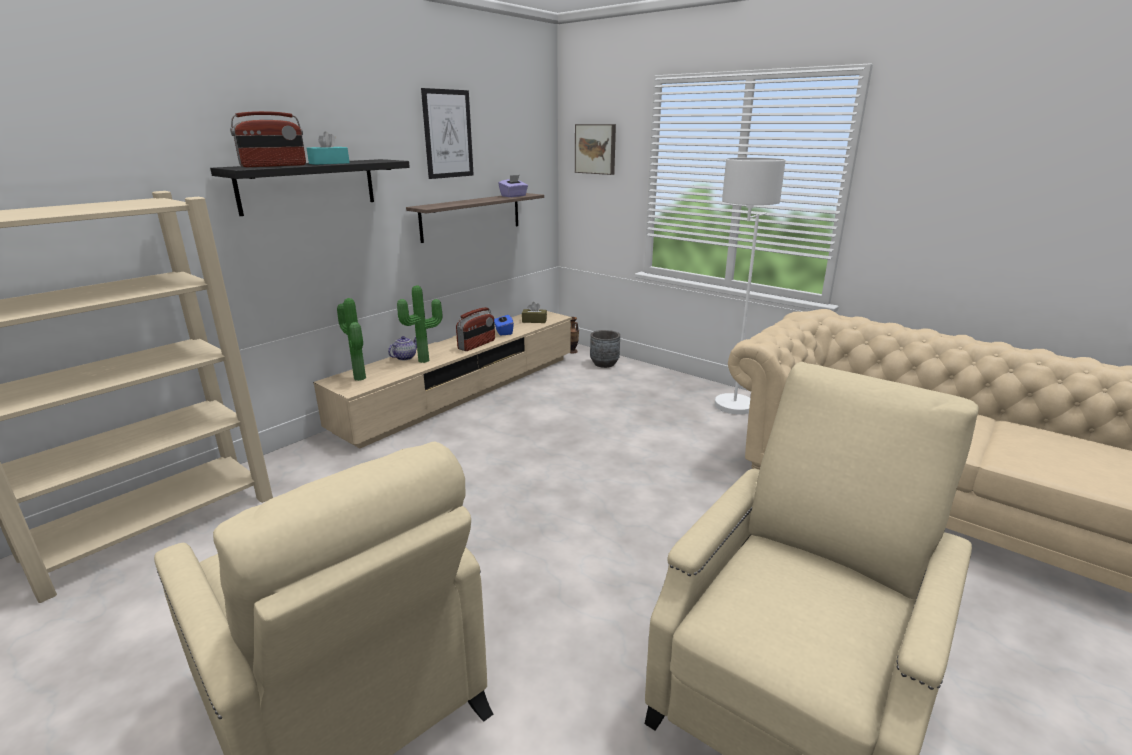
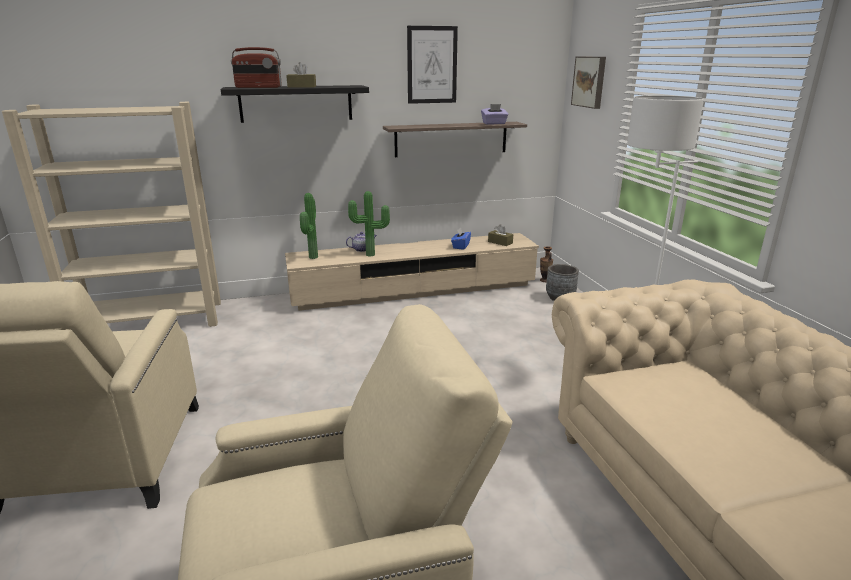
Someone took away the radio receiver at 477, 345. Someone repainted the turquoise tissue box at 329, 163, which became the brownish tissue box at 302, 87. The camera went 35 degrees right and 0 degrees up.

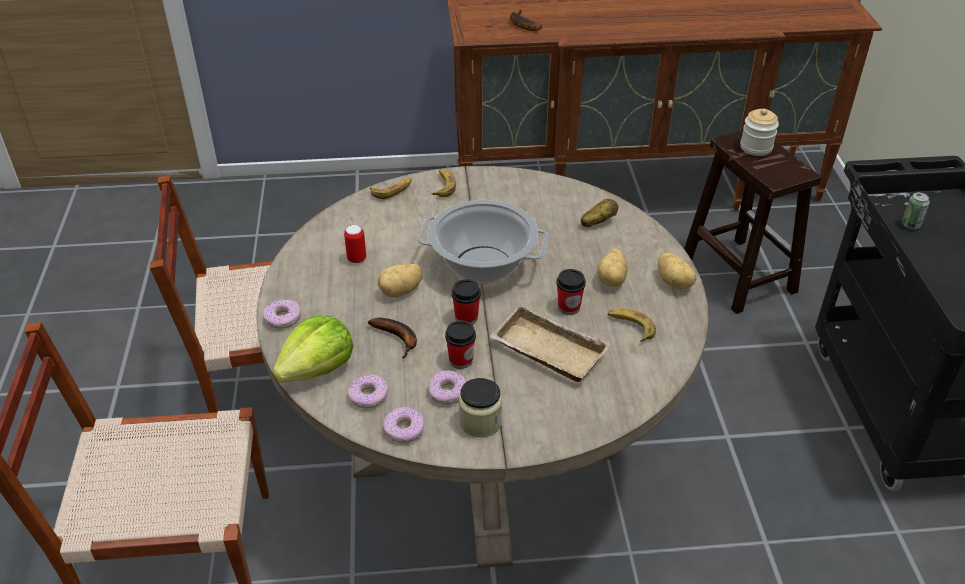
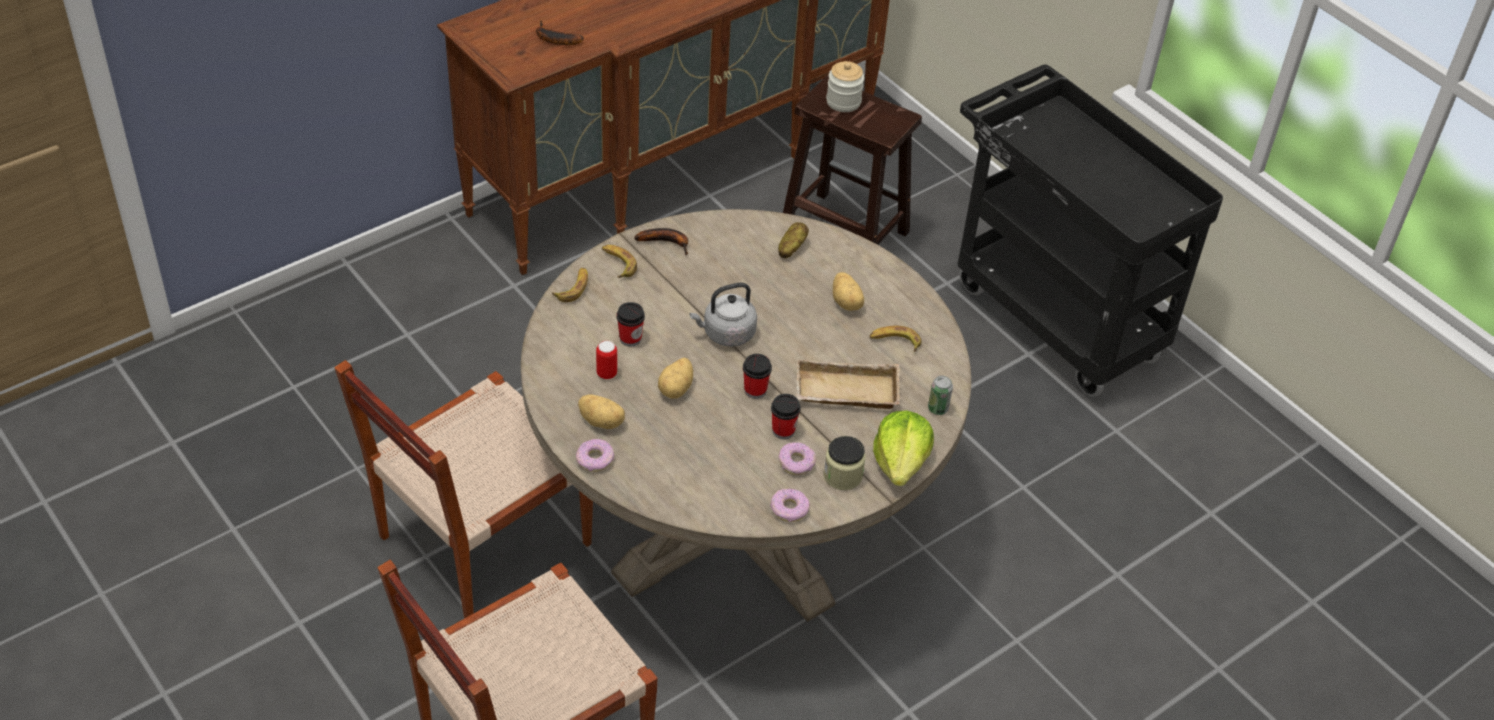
Someone took away the donut at 369, 396. Someone carried the lettuce head from 318, 368 to 901, 462. Someone carried the banana fruit from 398, 338 to 666, 242. Someone carried the cup from 569, 307 to 630, 338. Someone carried the potato from 674, 282 to 602, 421. Someone carried the sealed can from 910, 225 to 938, 408. Someone swapped the cooking pot at 482, 265 for the grey kettle at 726, 334. The camera went 35 degrees left and 5 degrees up.

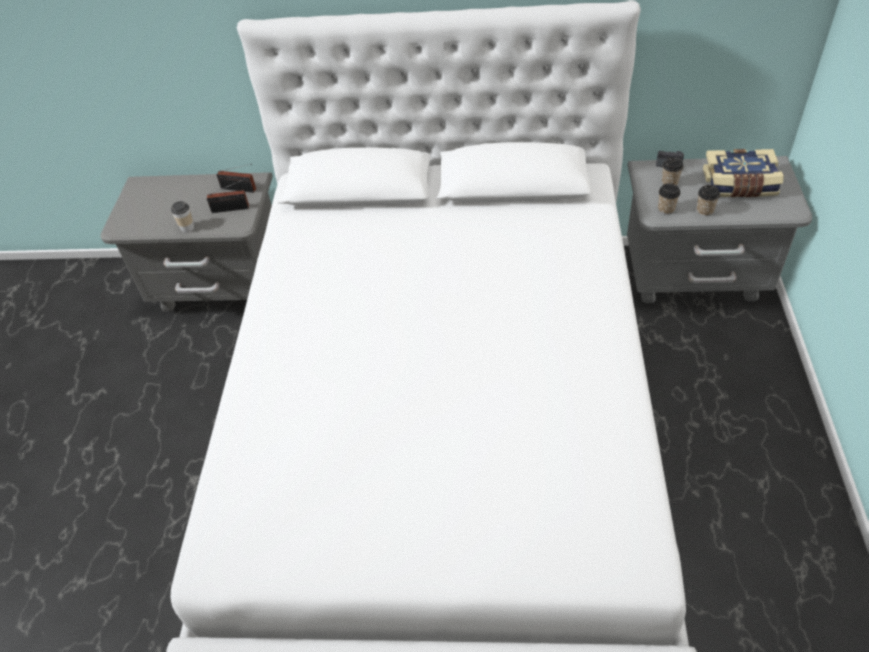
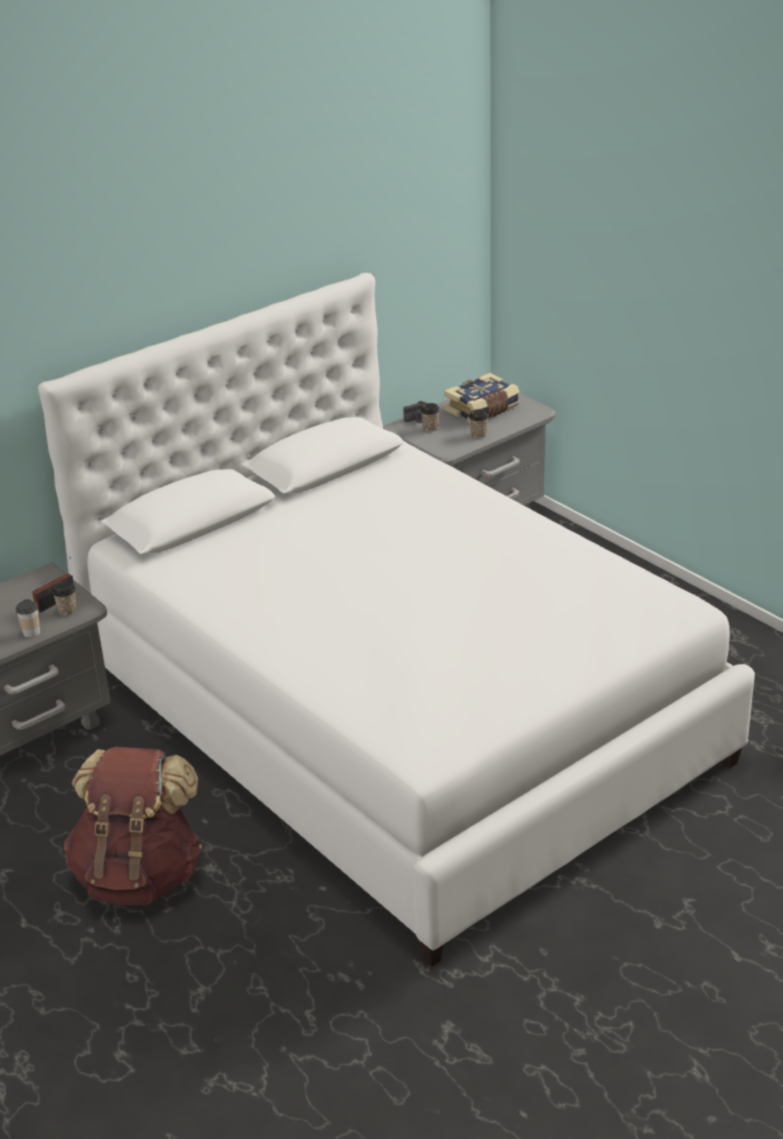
Someone took away the radio receiver at 240, 189. Someone put down the brownish backpack at 140, 875. Someone carried the cup from 666, 209 to 67, 611. The camera went 45 degrees left and 15 degrees down.

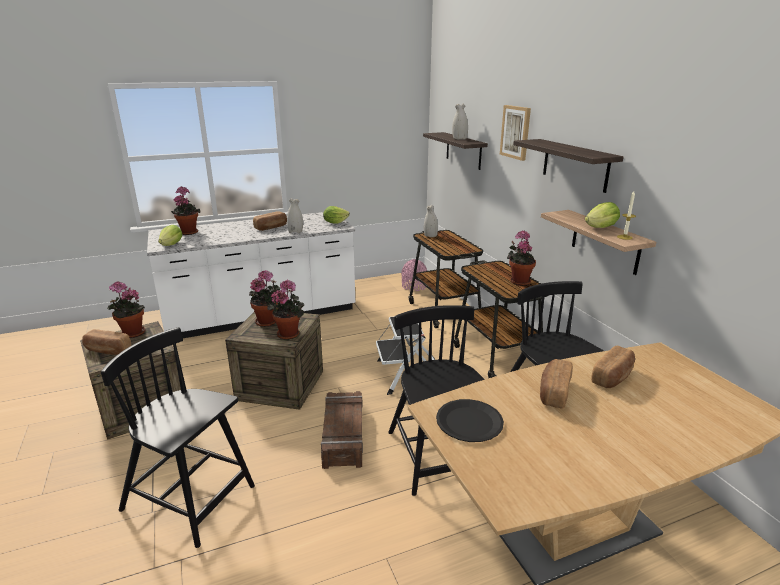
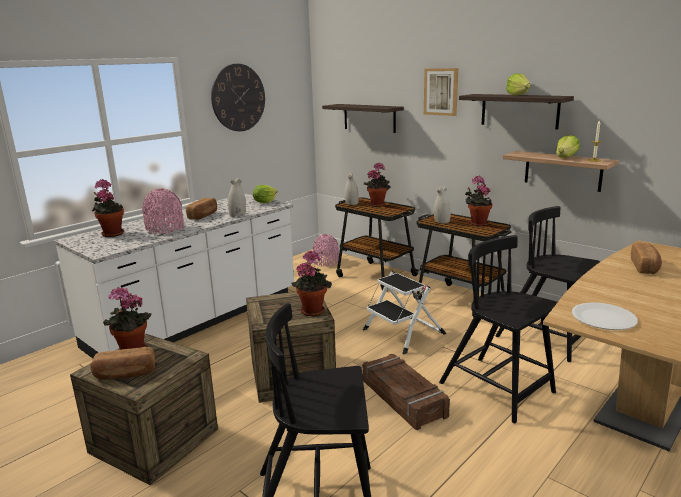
Someone took away the bread at 553, 392. Someone put down the pink decorative vase at 165, 229. Someone put up the wall clock at 238, 98. Someone carried the lettuce head from 172, 245 to 517, 95. Someone carried the houseplant from 268, 321 to 378, 204. Someone carried the white-coloured decorative vase from 459, 138 to 441, 222. Someone repainted the black-coloured plate at 469, 422, which became the white-coloured plate at 603, 318. The camera went 25 degrees left and 5 degrees down.

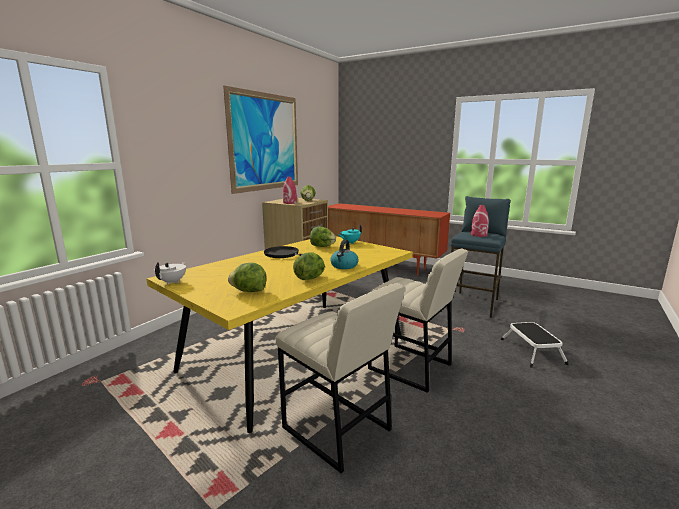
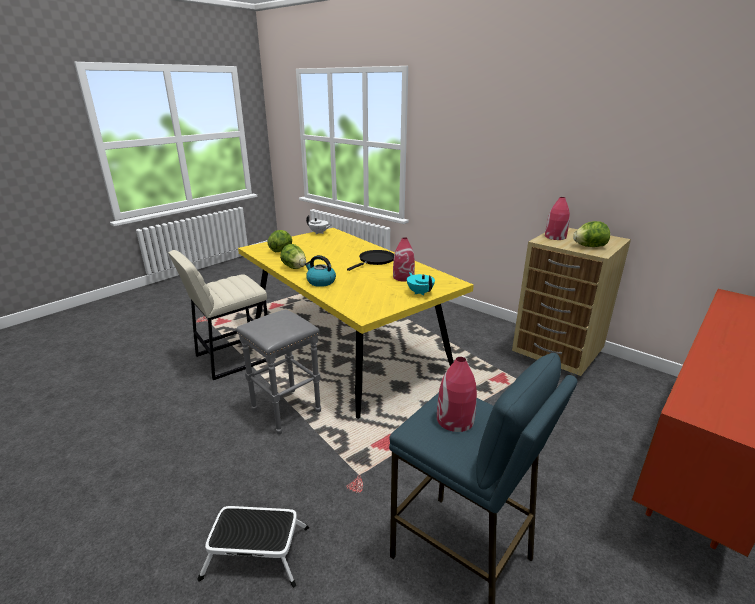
Someone took away the wall picture at 265, 142. Someone swapped the lettuce head at 322, 246 for the reddish decorative vase at 403, 277. Someone swapped the sand-coloured plain chair at 412, 367 for the grey stool seat at 284, 410. The camera went 100 degrees right and 10 degrees up.

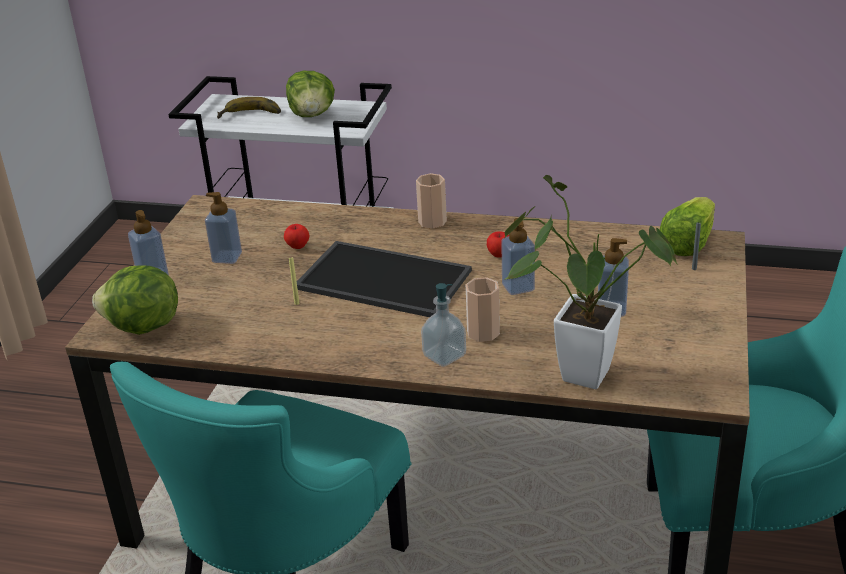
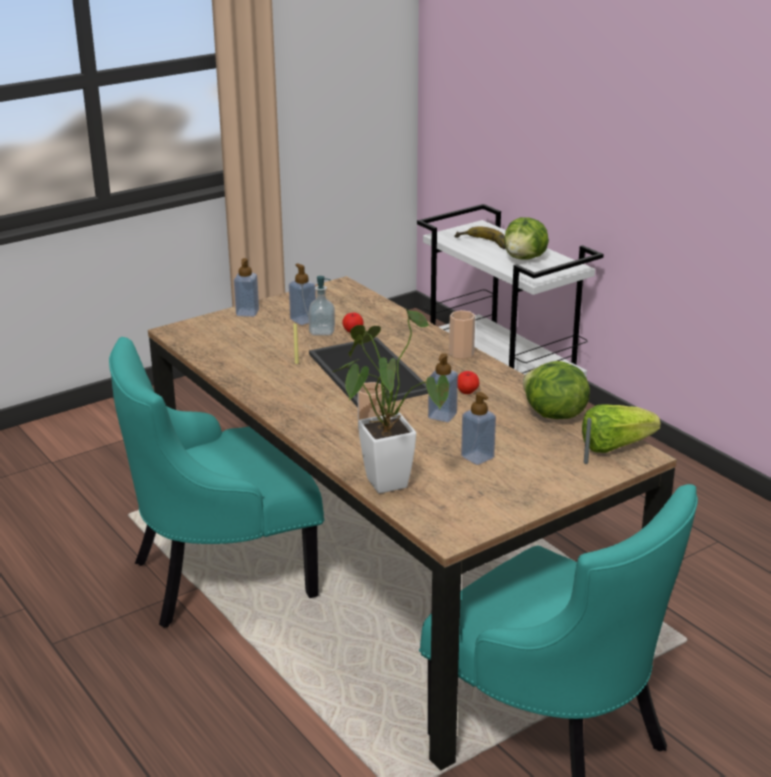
Someone carried the lettuce head from 143, 327 to 553, 415. Someone carried the soap dispenser from 444, 356 to 322, 331. The camera went 40 degrees right and 5 degrees down.

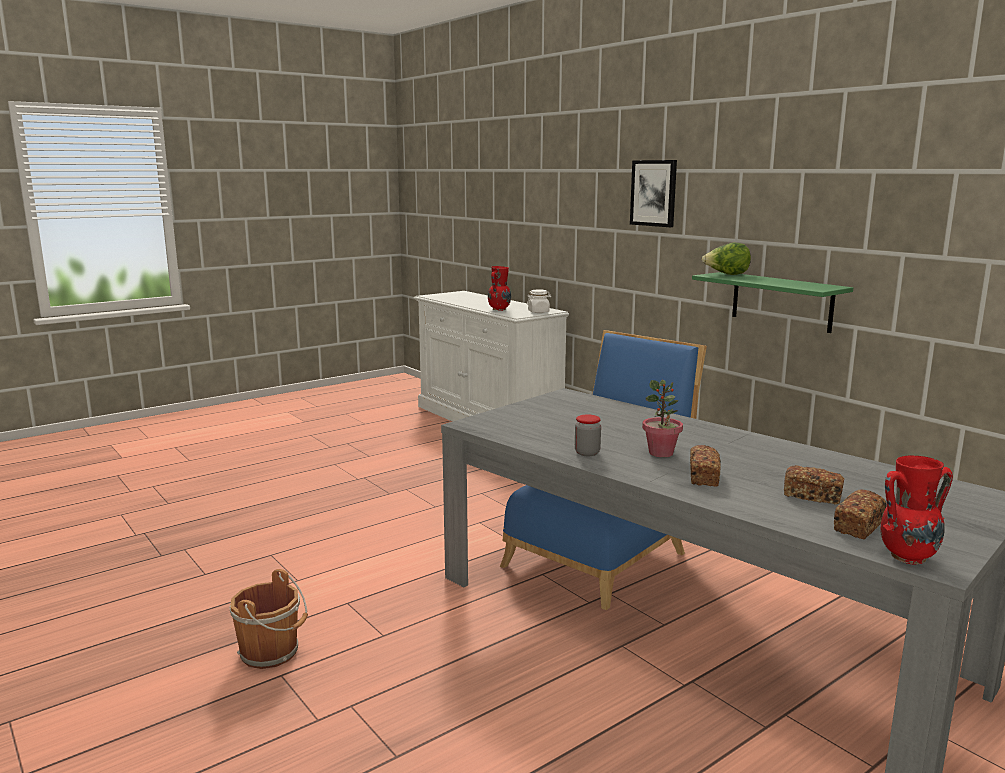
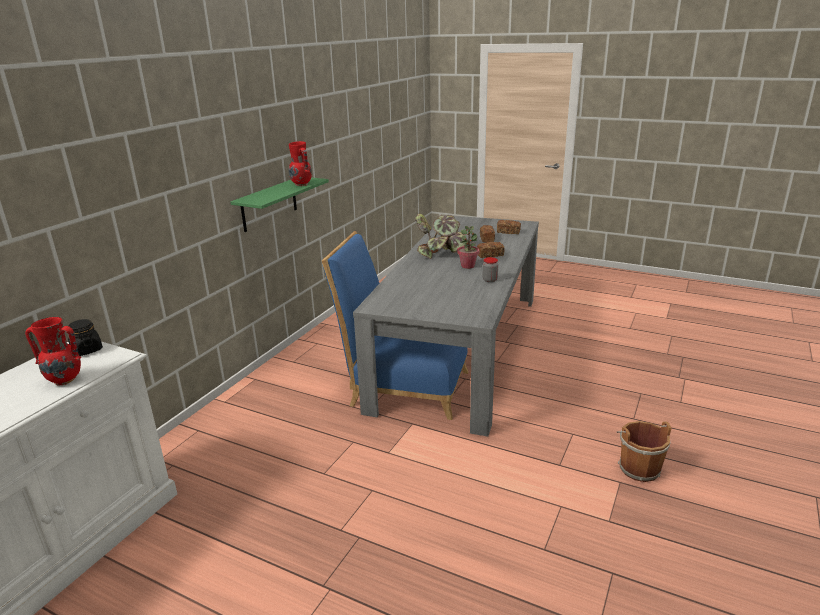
Someone took away the wall picture at 654, 193. Someone took away the lettuce head at 726, 275. Someone put down the houseplant at 439, 253. Someone carried the reddish decorative vase from 906, 557 to 301, 185. Someone repainted the white-coloured storage jar at 538, 312, which became the black-coloured storage jar at 87, 350. The camera went 115 degrees left and 10 degrees up.

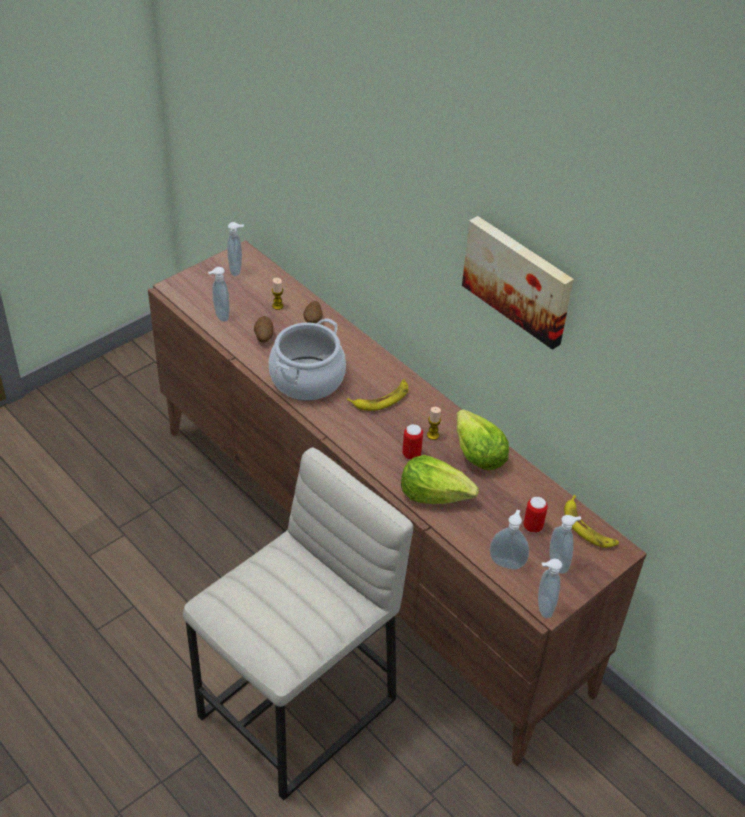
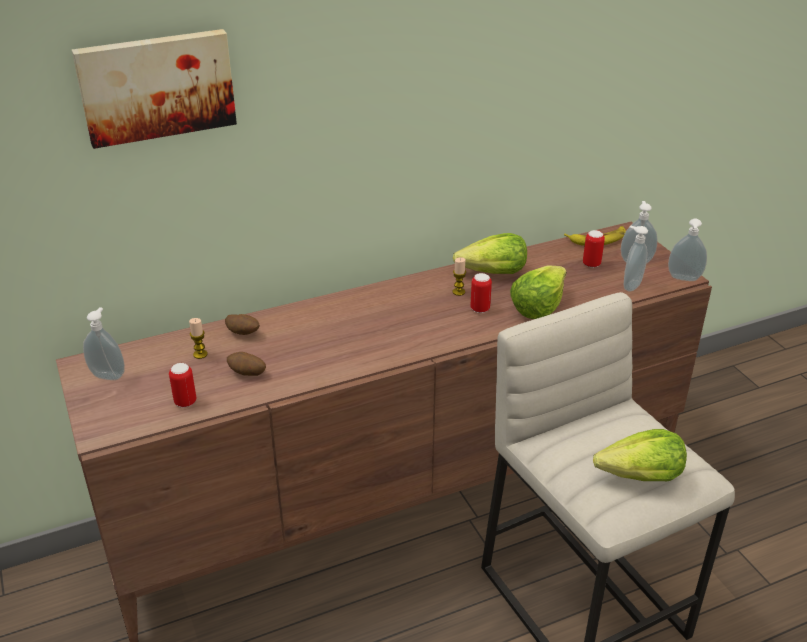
Someone took away the cooking pot at 307, 379. Someone took away the banana fruit at 381, 398. Someone put down the lettuce head at 641, 477. Someone carried the wall picture from 519, 279 to 156, 86. Someone swapped the soap dispenser at 220, 315 for the sealed can at 185, 402. The camera went 70 degrees left and 10 degrees down.

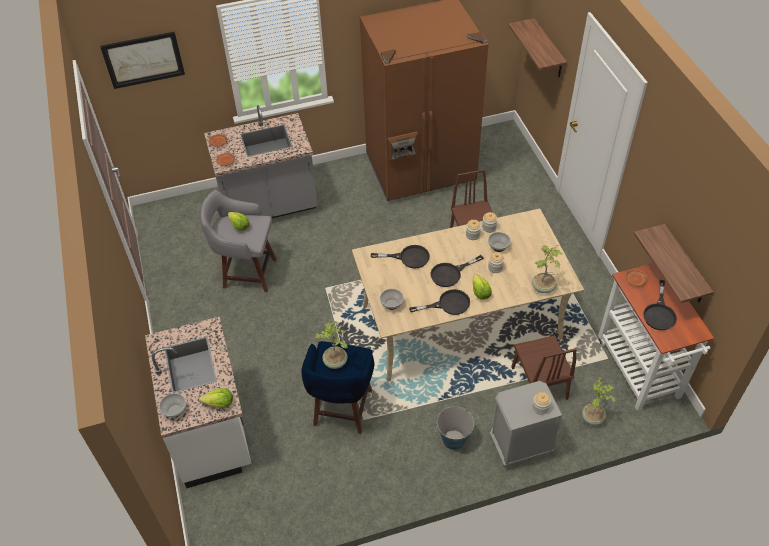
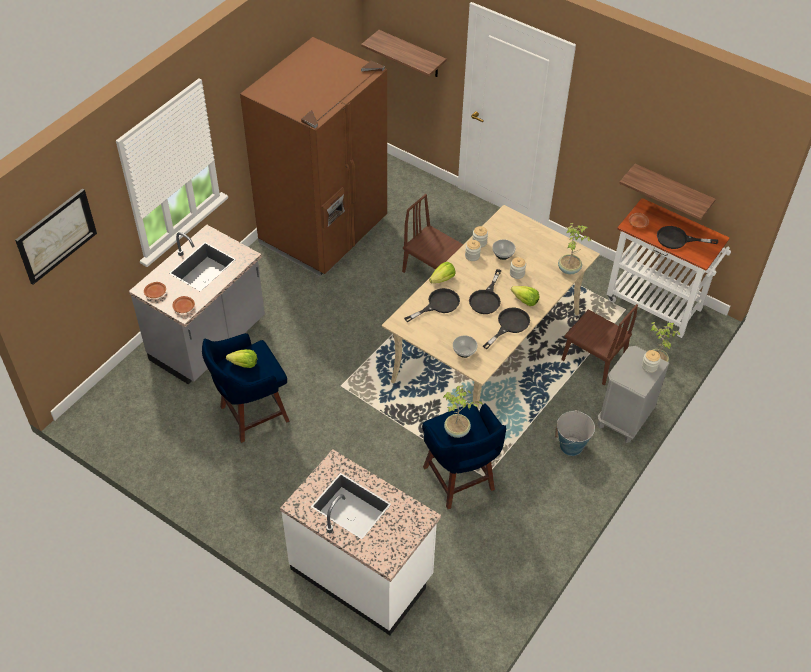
Someone took away the bowl at 175, 411. Someone carried the lettuce head from 219, 404 to 442, 279. Someone repainted the grey stool seat at 247, 273, which became the bluish stool seat at 251, 415. Someone rotated the black-coloured pan at 659, 313 by 120 degrees clockwise. The camera went 40 degrees left and 0 degrees up.

